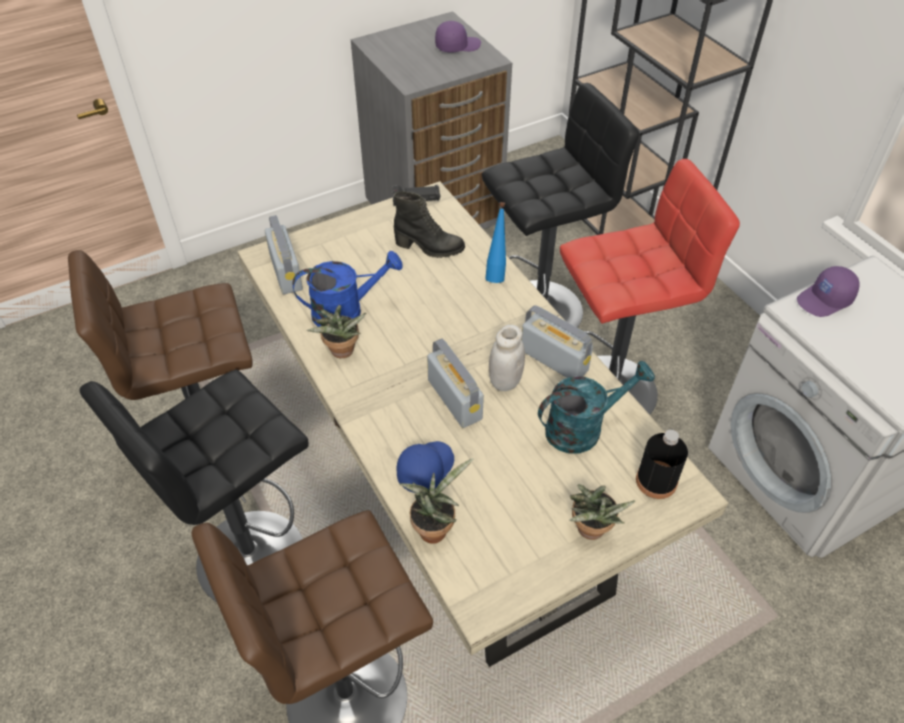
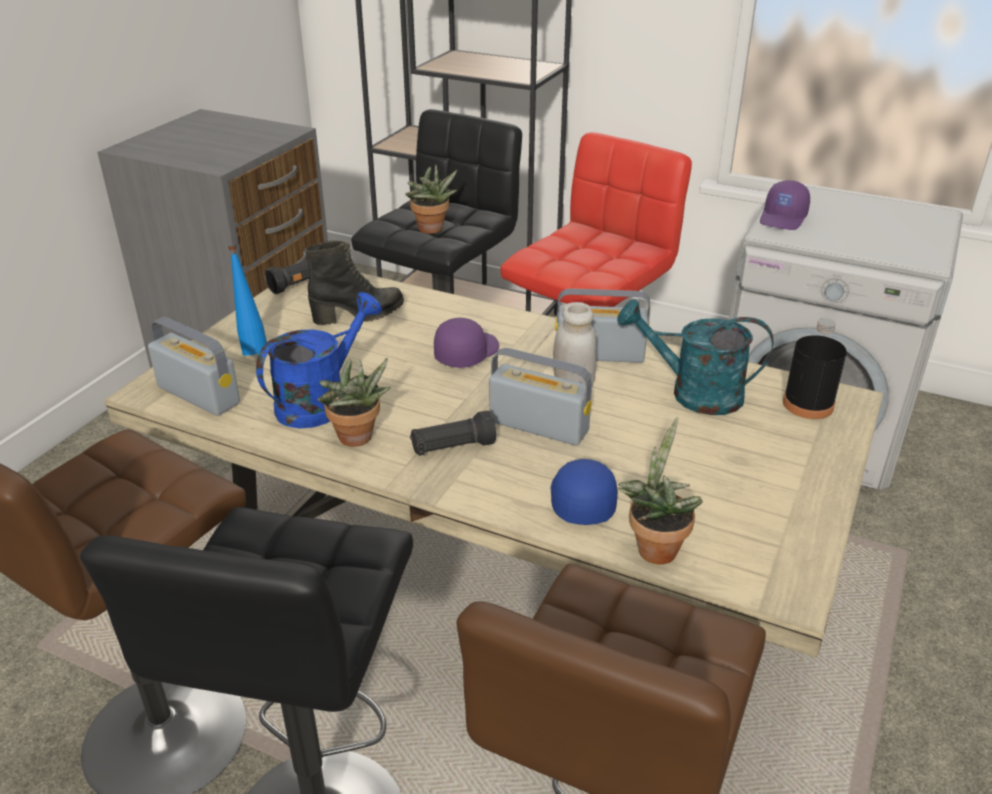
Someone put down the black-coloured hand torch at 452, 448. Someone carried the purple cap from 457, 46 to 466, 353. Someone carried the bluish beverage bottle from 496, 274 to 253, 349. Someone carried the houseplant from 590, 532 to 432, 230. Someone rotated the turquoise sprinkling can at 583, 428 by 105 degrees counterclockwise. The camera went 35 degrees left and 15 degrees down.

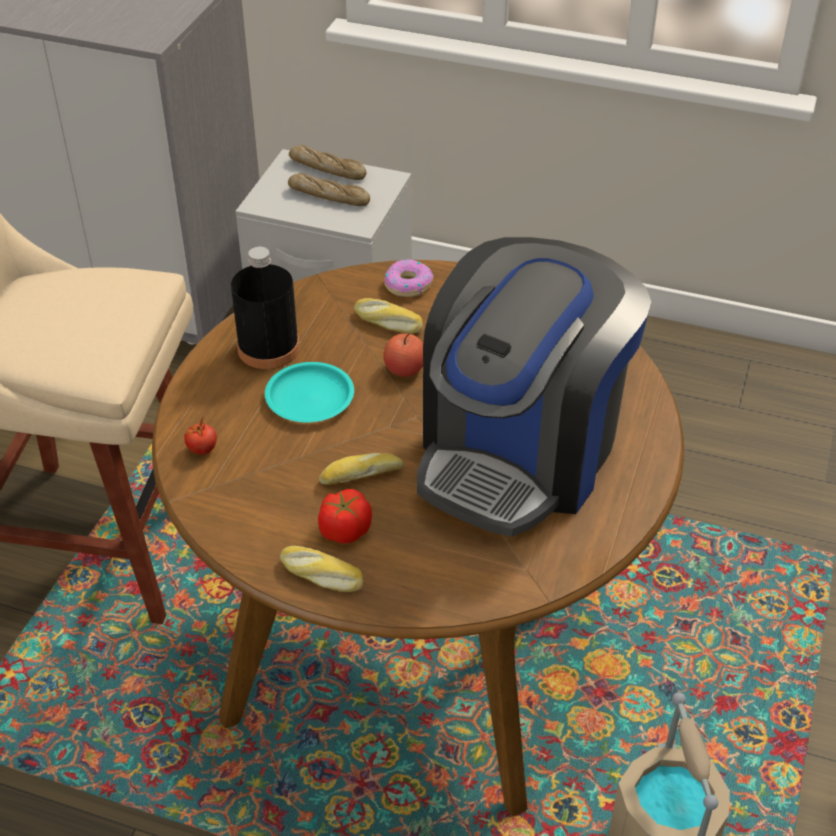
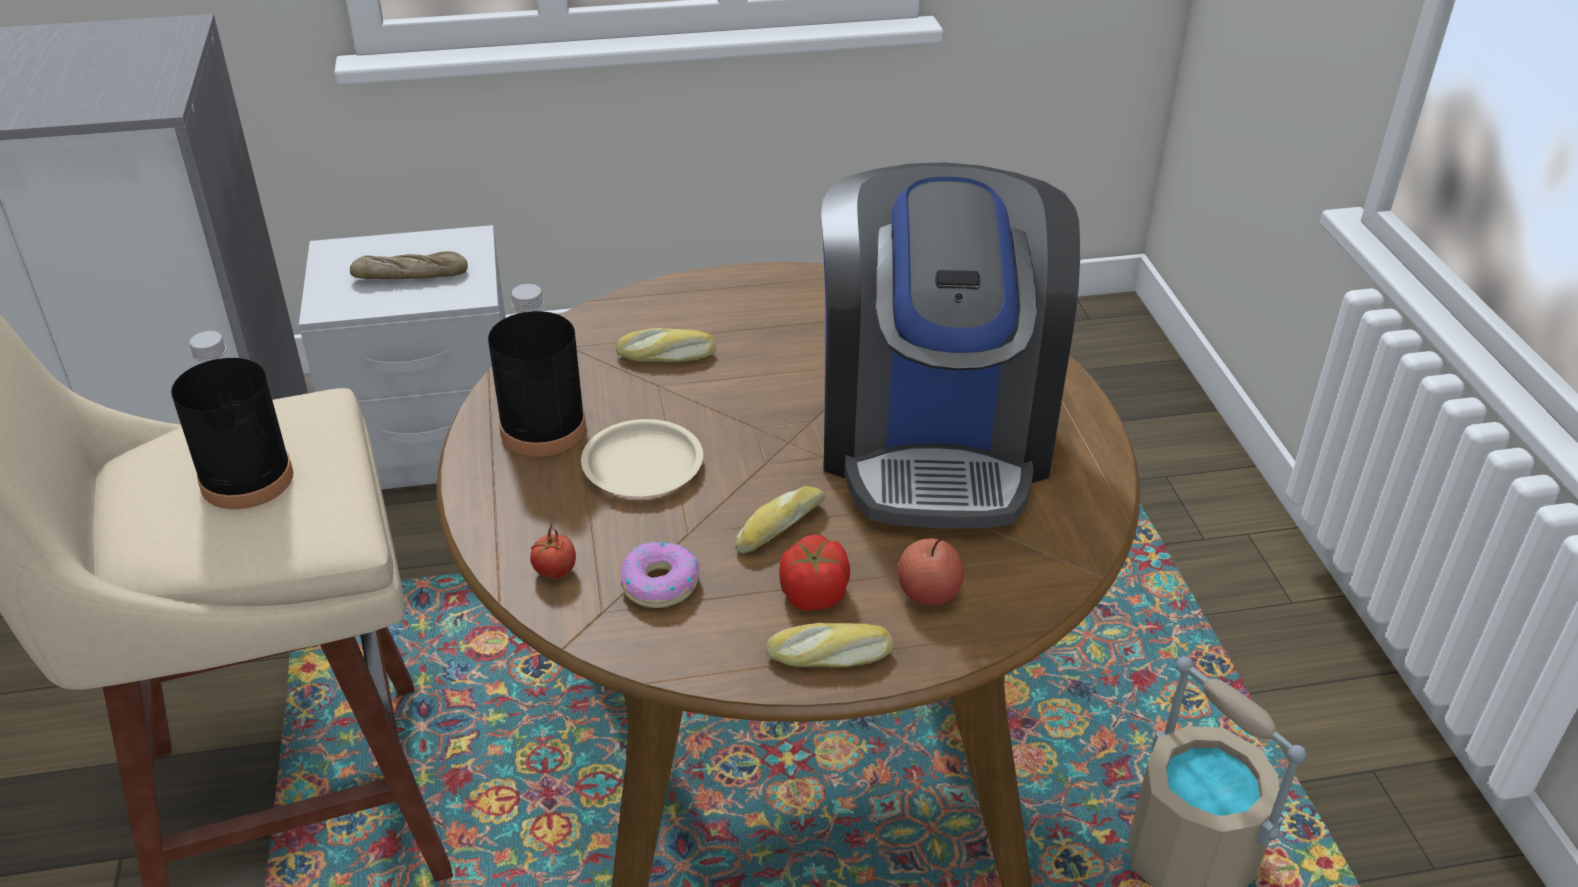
Someone took away the bread at 327, 169. Someone put down the black-coloured beverage bottle at 247, 480. Someone carried the whole apple from 405, 369 to 928, 593. Someone carried the donut from 408, 284 to 659, 583. Someone repainted the turquoise plate at 310, 397, which became the sand-coloured plate at 643, 465. The camera went 30 degrees left and 5 degrees down.

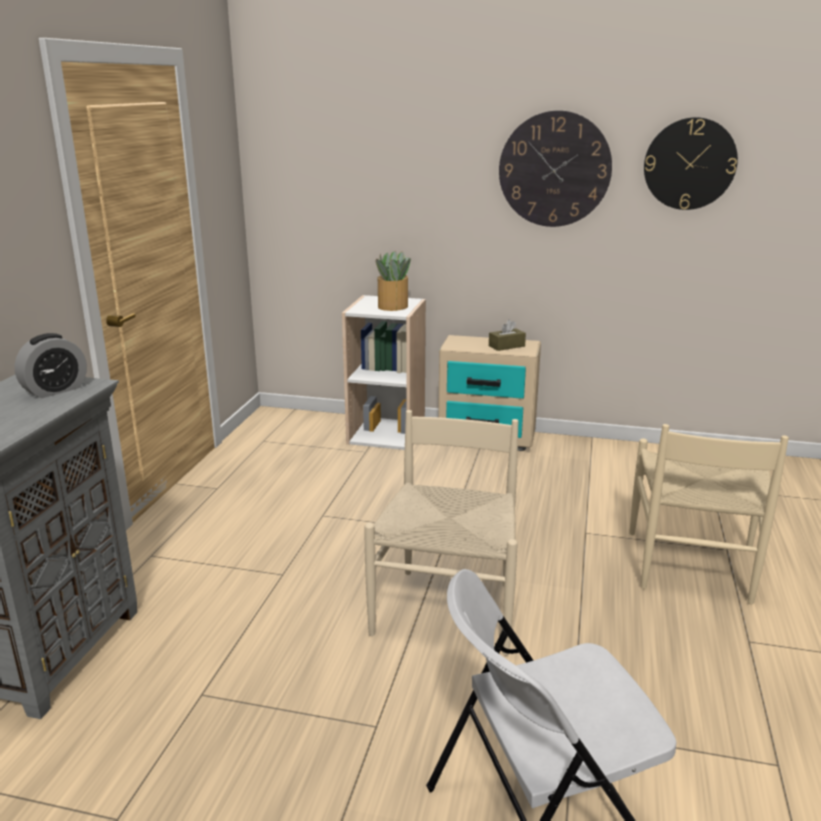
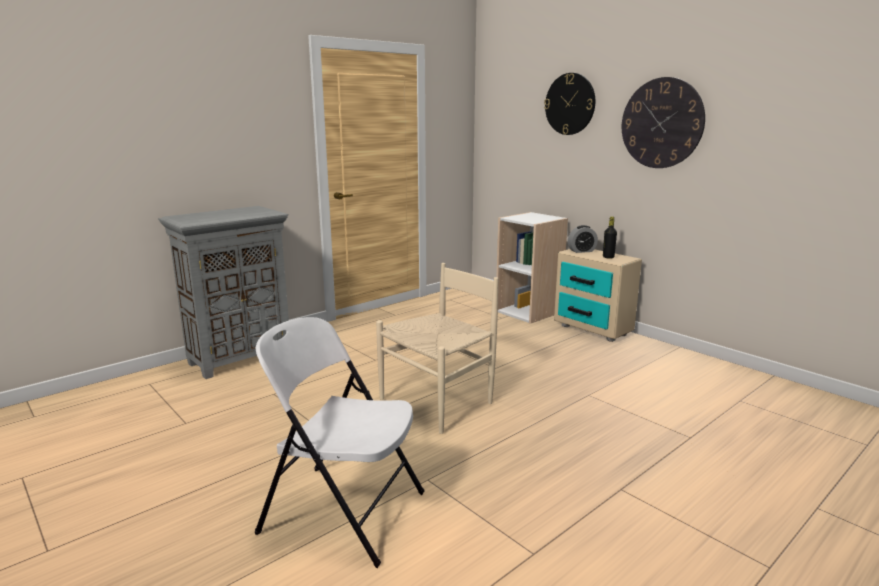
Someone took away the houseplant at 392, 306. Someone took away the sand-coloured plain chair at 692, 568. Someone carried the alarm clock from 55, 390 to 581, 251. Someone carried the wall clock from 689, 164 to 570, 104. Someone swapped the brownish tissue box at 506, 346 for the black-coloured beverage bottle at 608, 257. The camera went 35 degrees right and 5 degrees down.

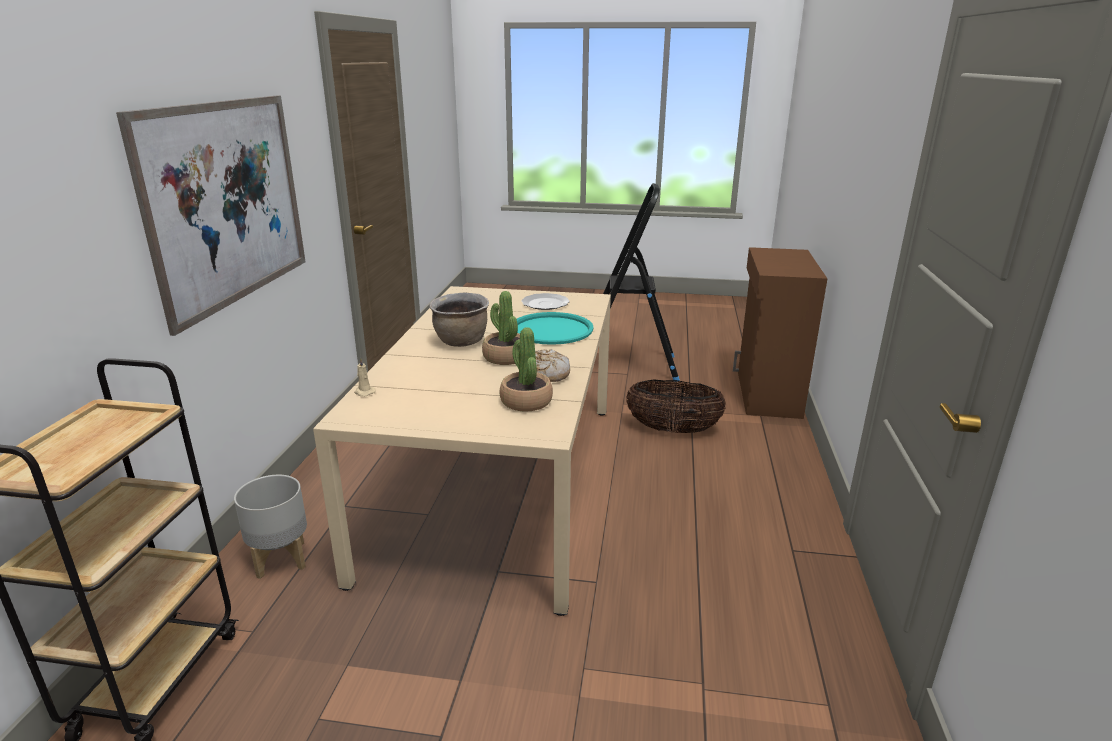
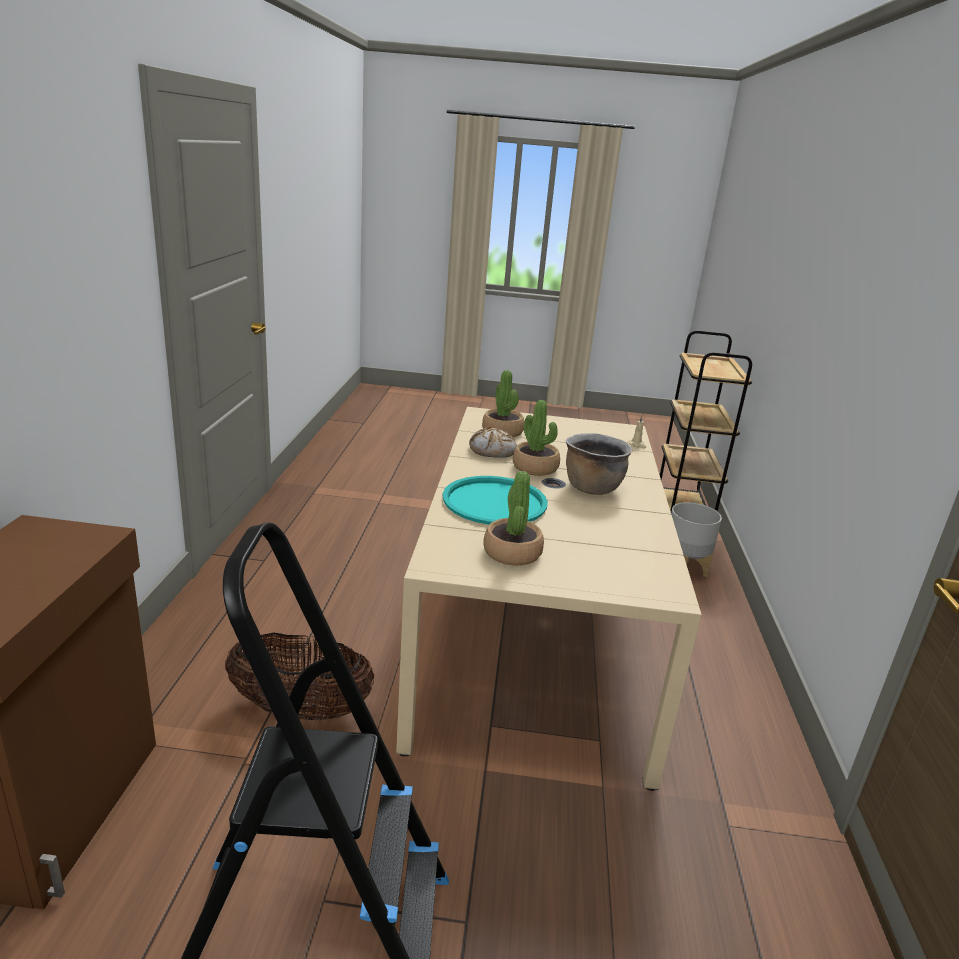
Someone took away the wall picture at 229, 203. Someone swapped the plate at 546, 304 for the houseplant at 512, 553. The camera went 175 degrees right and 0 degrees up.

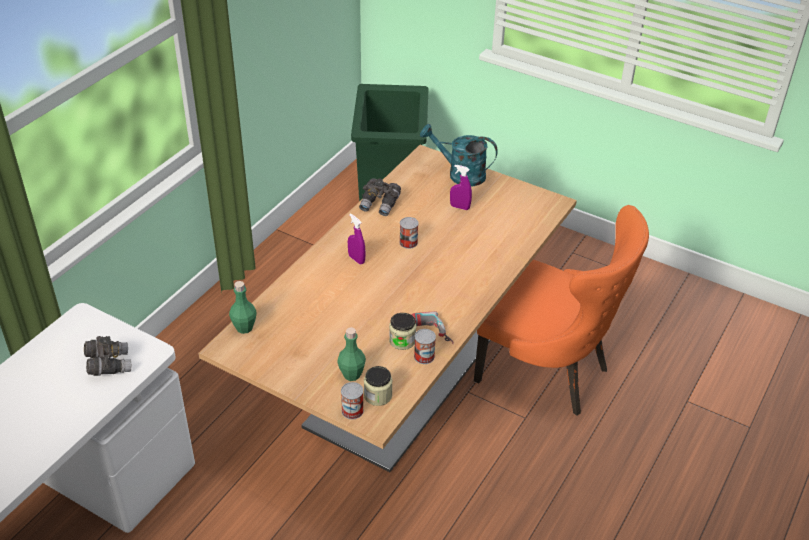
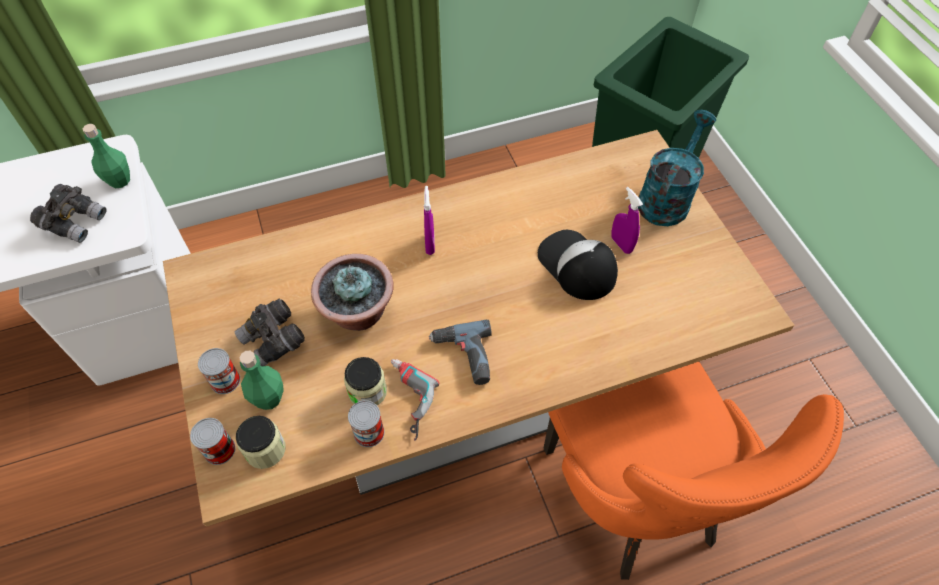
Someone put down the houseplant at 358, 313. Someone put down the electric drill at 463, 357. Someone put down the cap at 576, 266. Someone carried the green beverage bottle from 244, 327 to 119, 181. Someone carried the grey binoculars from 380, 204 to 273, 342. Someone carried the sealed can from 408, 242 to 225, 381. Someone rotated the turquoise sprinkling can at 460, 174 by 60 degrees clockwise. The camera went 40 degrees right and 15 degrees up.

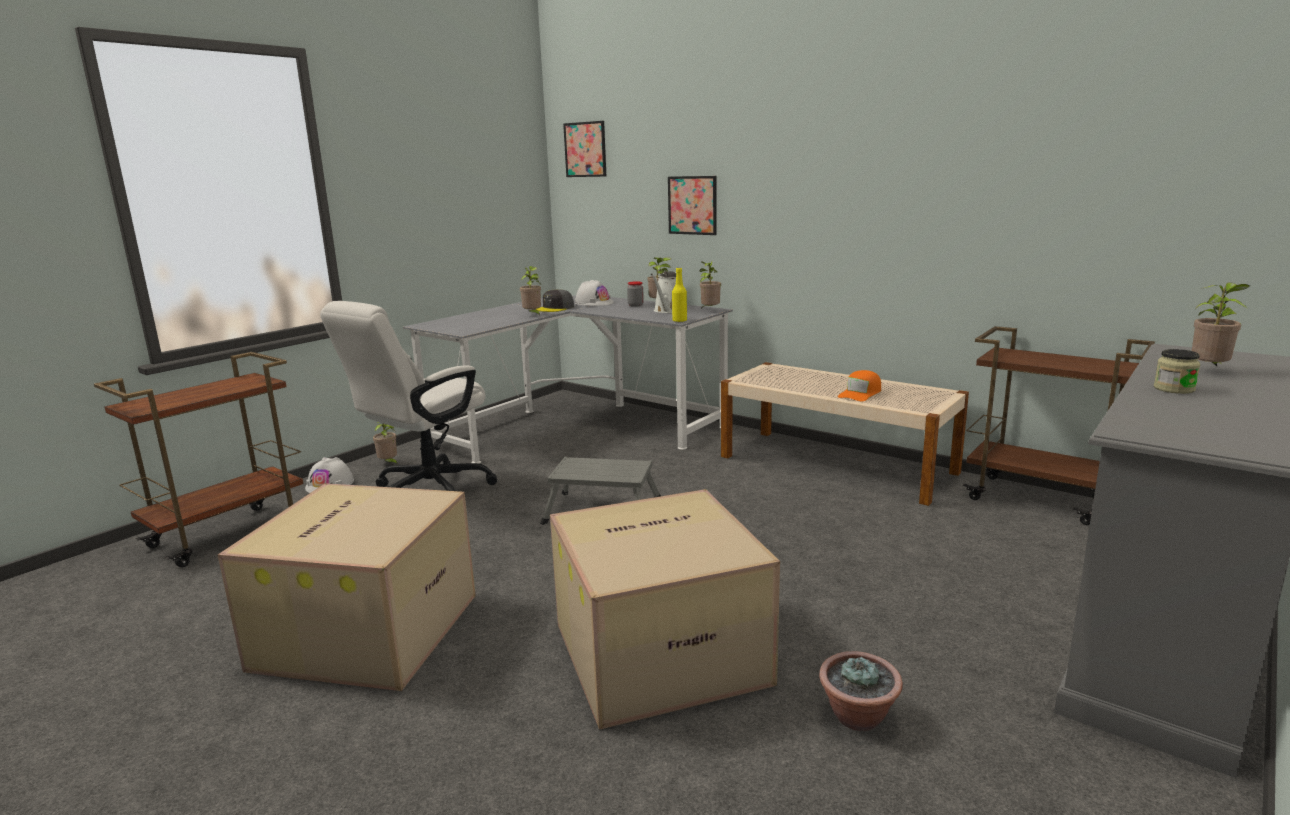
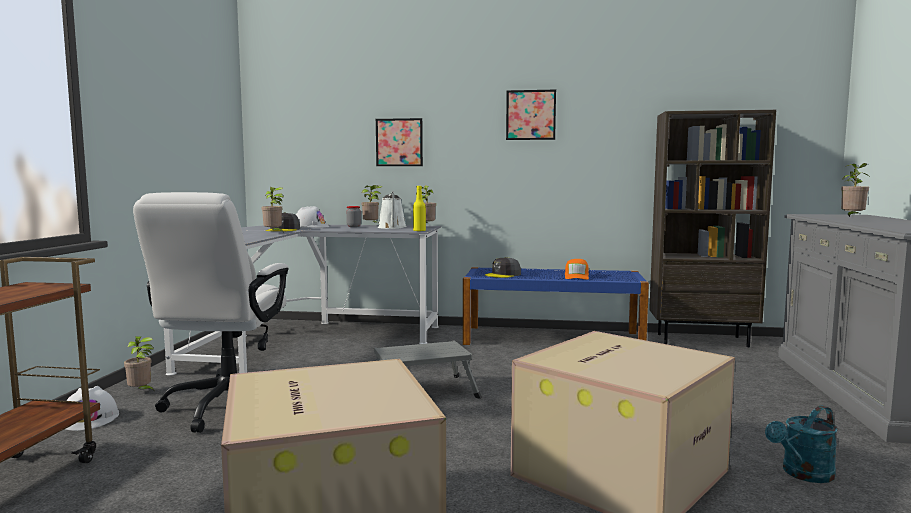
Someone took away the storage jar at 1174, 389. Someone put down the grey cap at 503, 275. Someone carried the wall picture from 585, 149 to 530, 115. Someone swapped the houseplant at 858, 717 for the turquoise sprinkling can at 803, 474. Someone swapped the brownish cart at 1042, 501 for the brownish bookcase at 702, 340. Someone repainted the sand-coloured indoor bench at 836, 464, which became the bluish indoor bench at 552, 338. The camera went 30 degrees left and 10 degrees down.

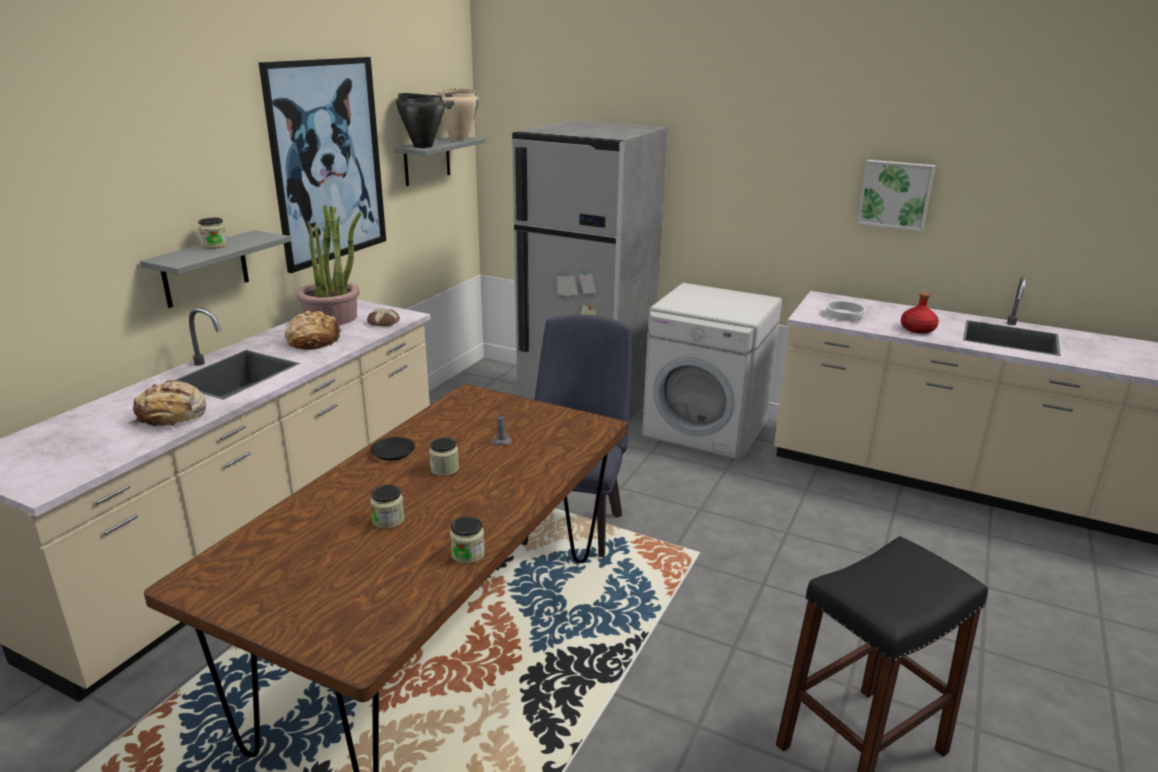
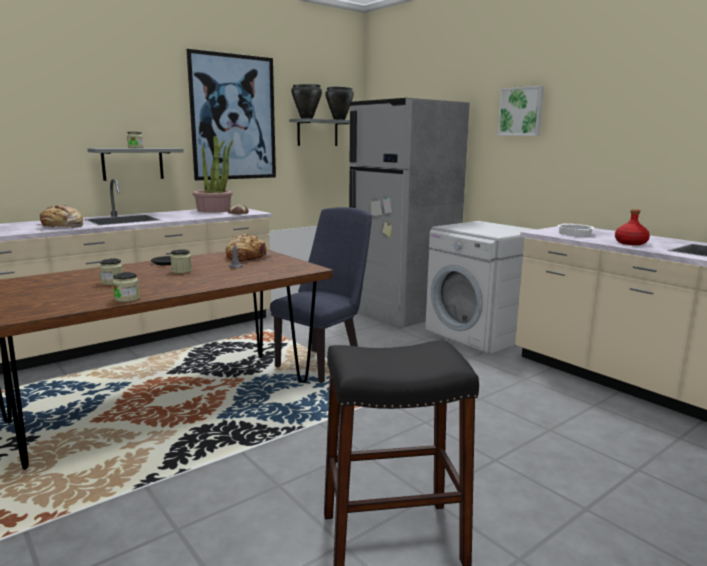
Someone carried the bread from 313, 340 to 246, 257. Someone carried the wall picture from 895, 194 to 521, 111. Someone repainted the sand-coloured cooking pot at 459, 139, which became the black-coloured cooking pot at 339, 119. The camera went 25 degrees right and 10 degrees down.

